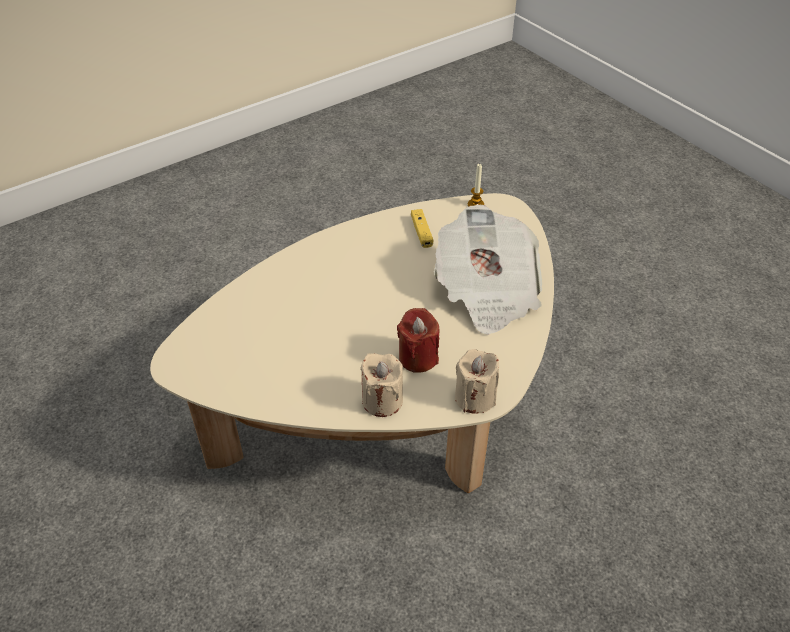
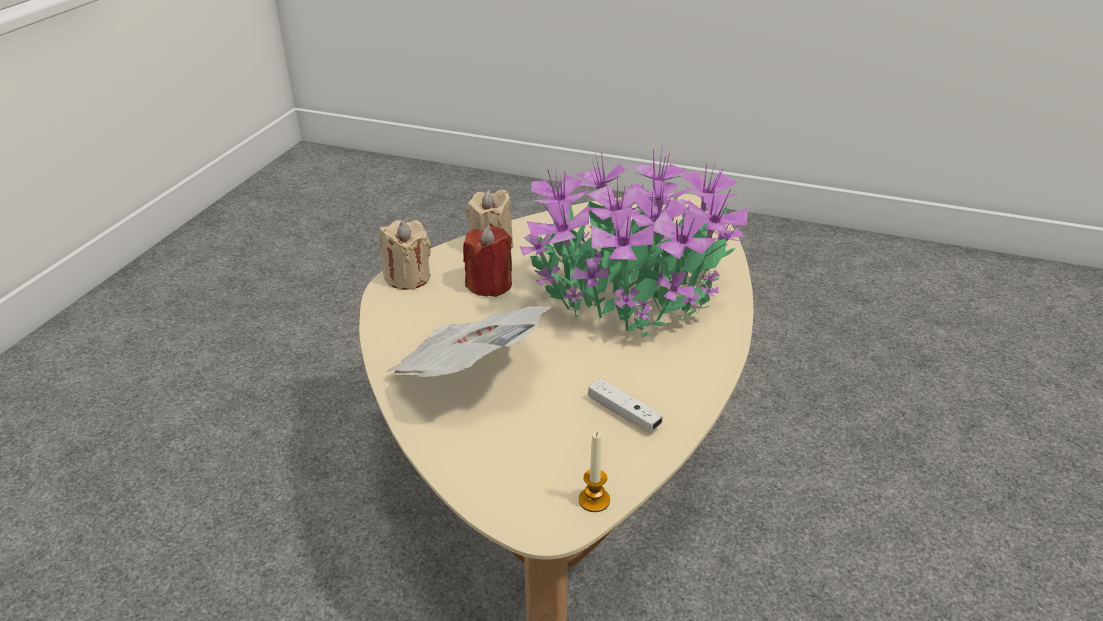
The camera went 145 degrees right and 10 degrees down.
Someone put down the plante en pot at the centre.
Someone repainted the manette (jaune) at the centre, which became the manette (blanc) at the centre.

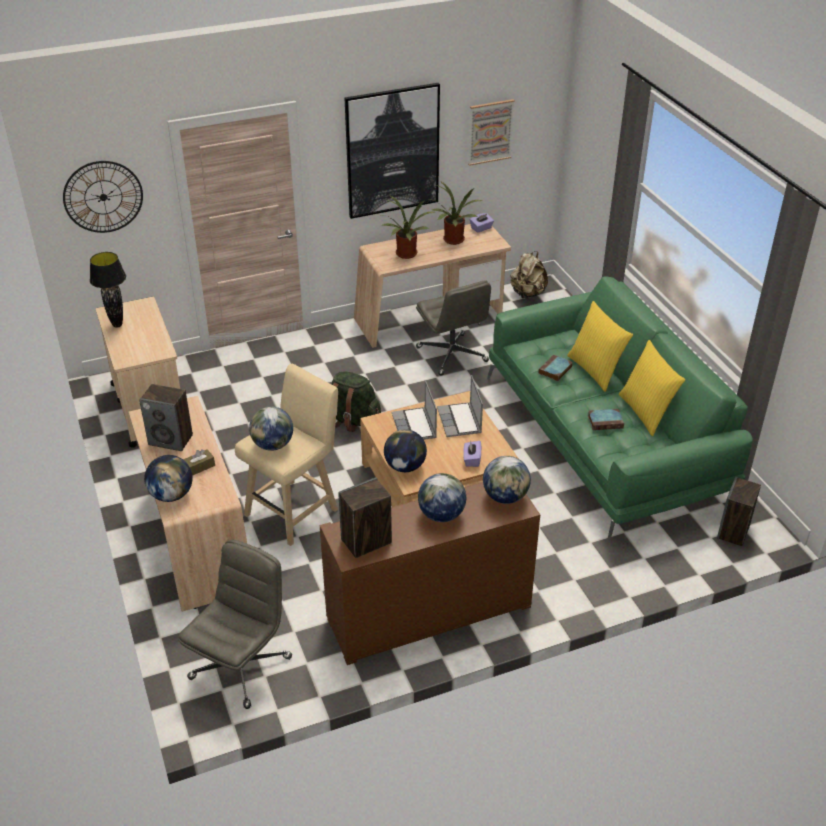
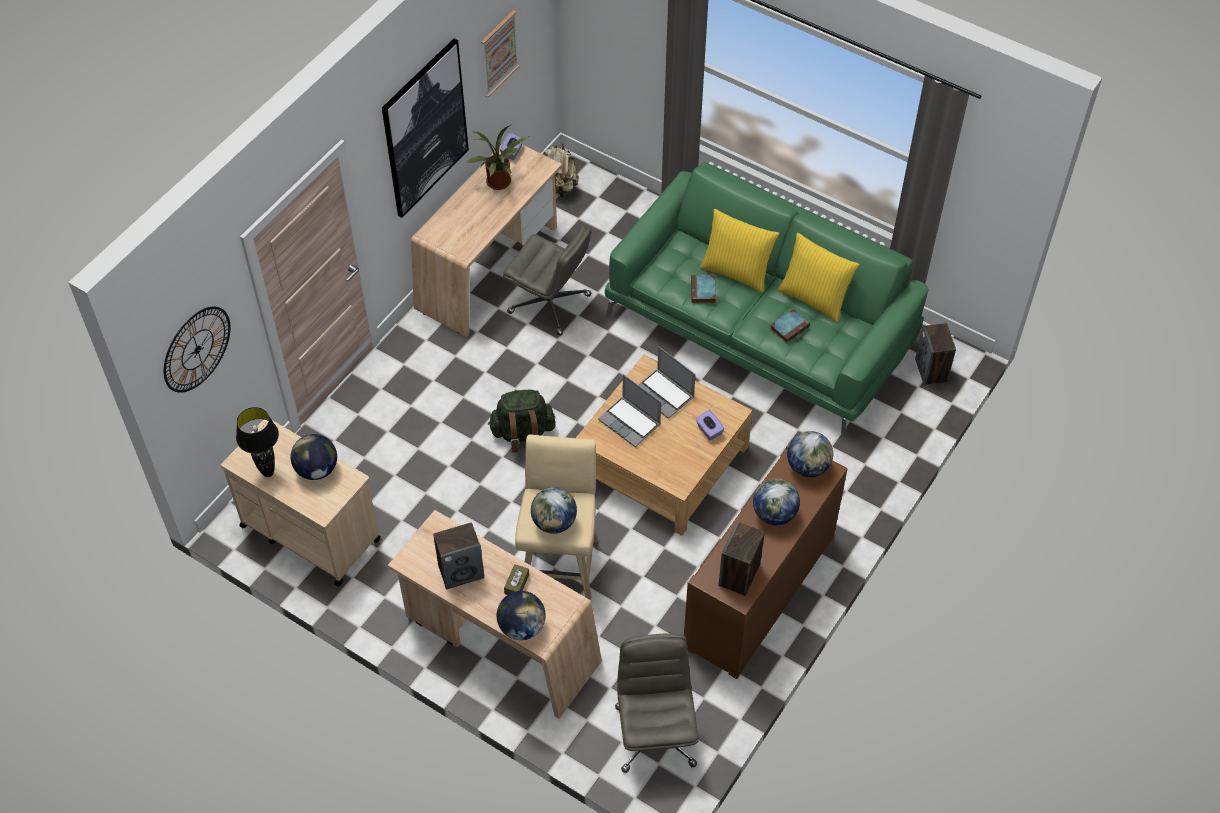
The camera went 35 degrees left and 15 degrees up.
Someone carried the globe (no. 3 from left in the first image) from the centre to the middle left.
Someone took away the plante en pot (no. 1 from left) at the top centre.

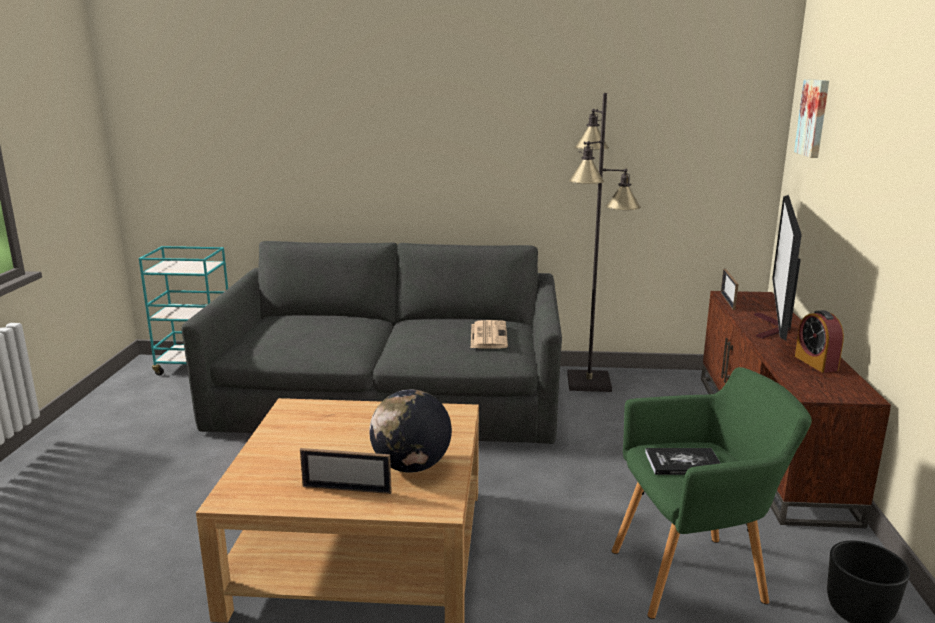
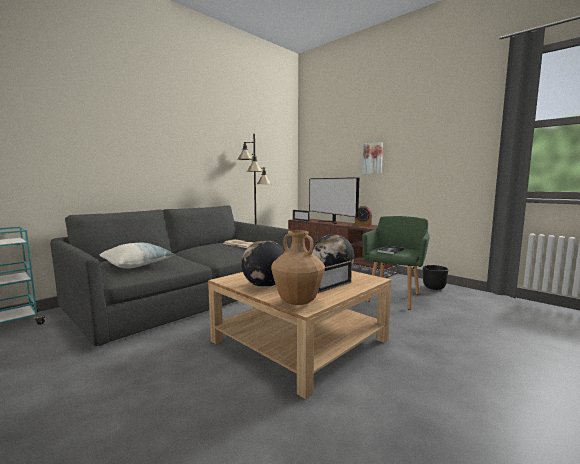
The camera went 50 degrees left and 10 degrees down.
Someone put down the coussin at the middle left.
Someone put down the globe (no. 1 from left) at the centre.
Someone put down the vase (marron) at the centre.
Someone carried the tableau from the top right to the centre.

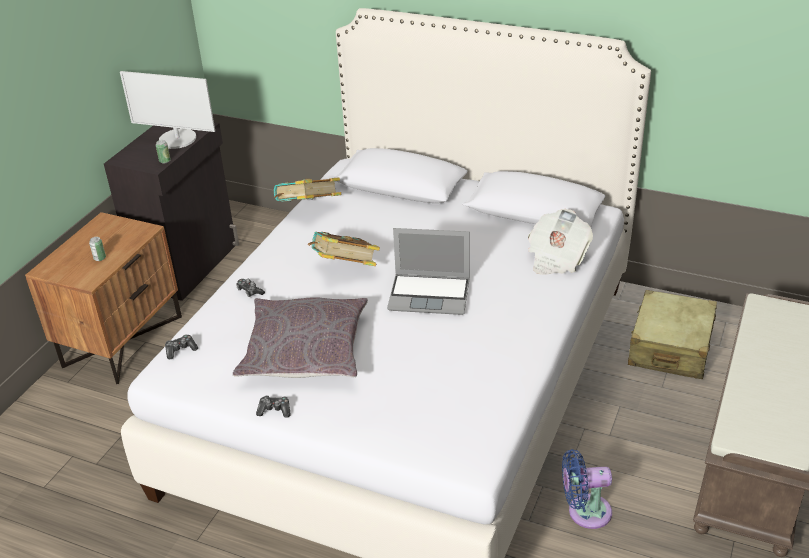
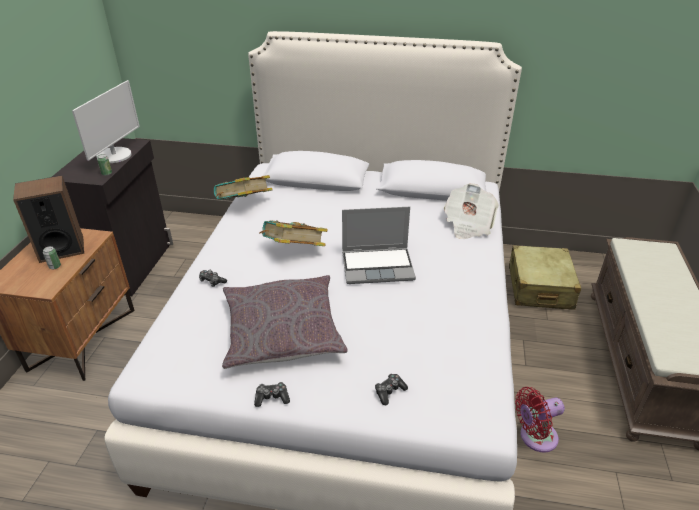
The camera went 15 degrees left and 0 degrees up.
Someone put down the enceinte at the middle left.
Someone rotated the écran d'ordinateur at the top left by 75 degrees counterclockwise.
Someone carried the manette (no. 1 from left in the first image) from the middle left to the bottom centre.
Someone repainted the ventilateur (bleu) at the bottom right, which became the ventilateur (rouge) at the bottom right.

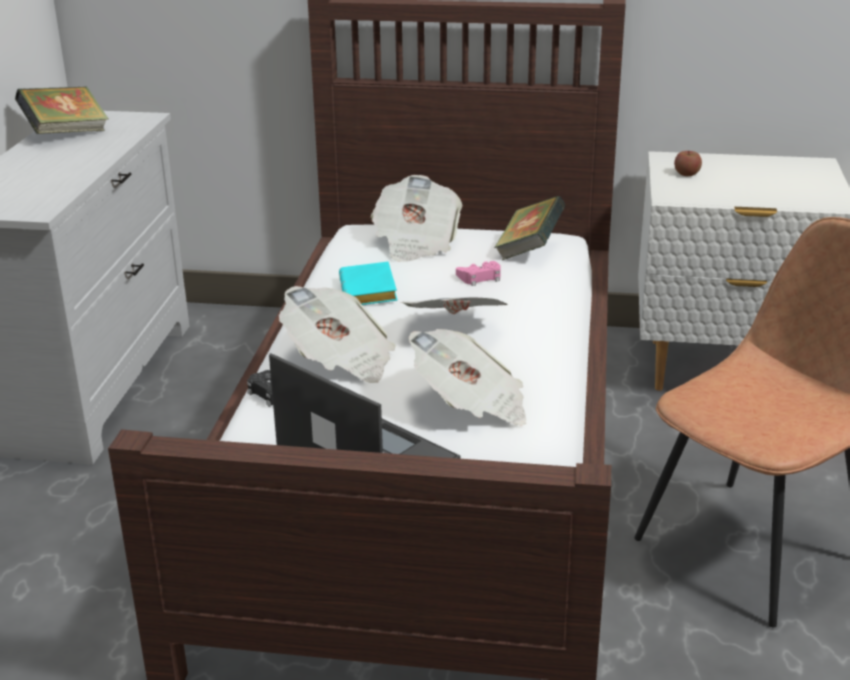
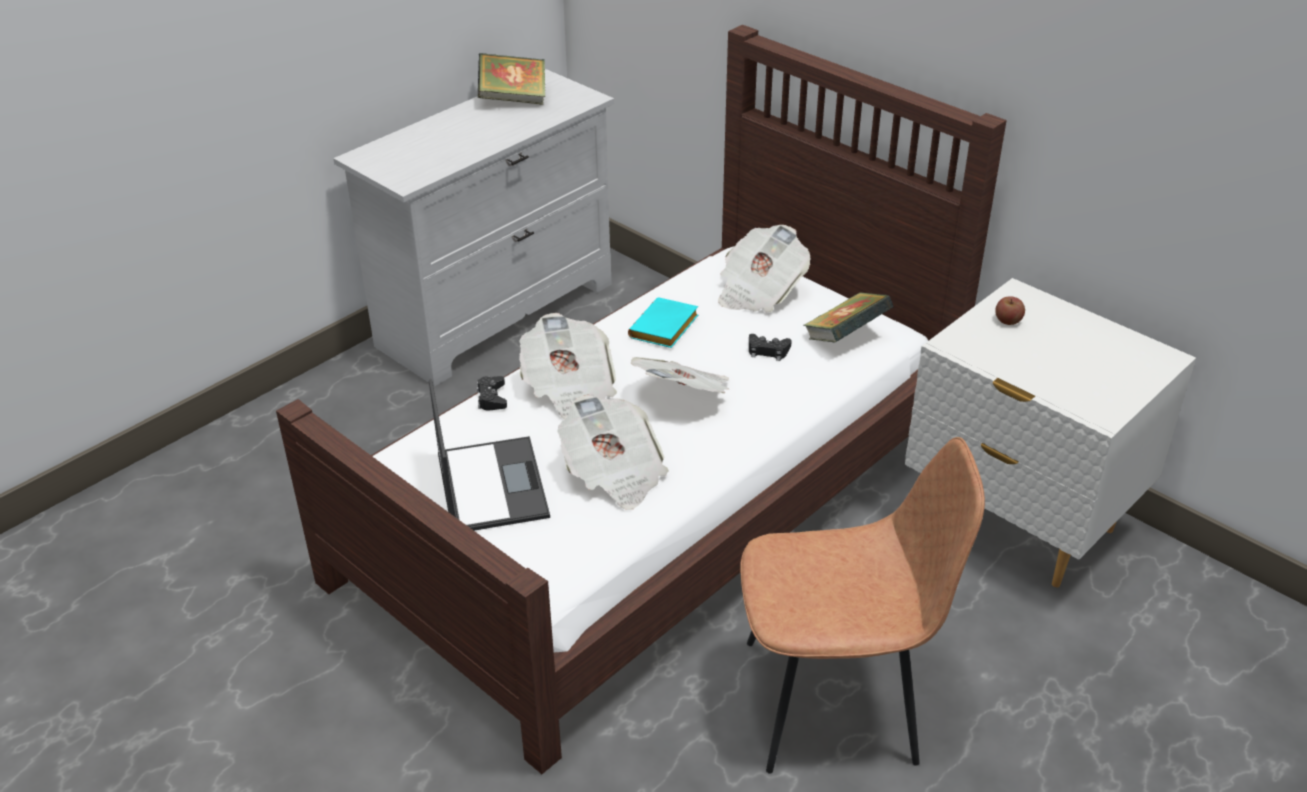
The camera went 35 degrees right and 10 degrees up.
Someone repainted the manette (rose) at the centre, which became the manette (noir) (no. 2 from left) at the centre.

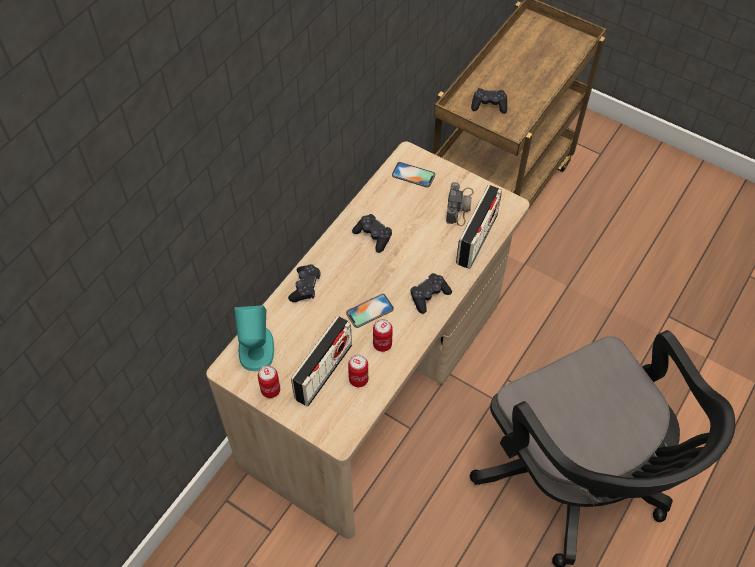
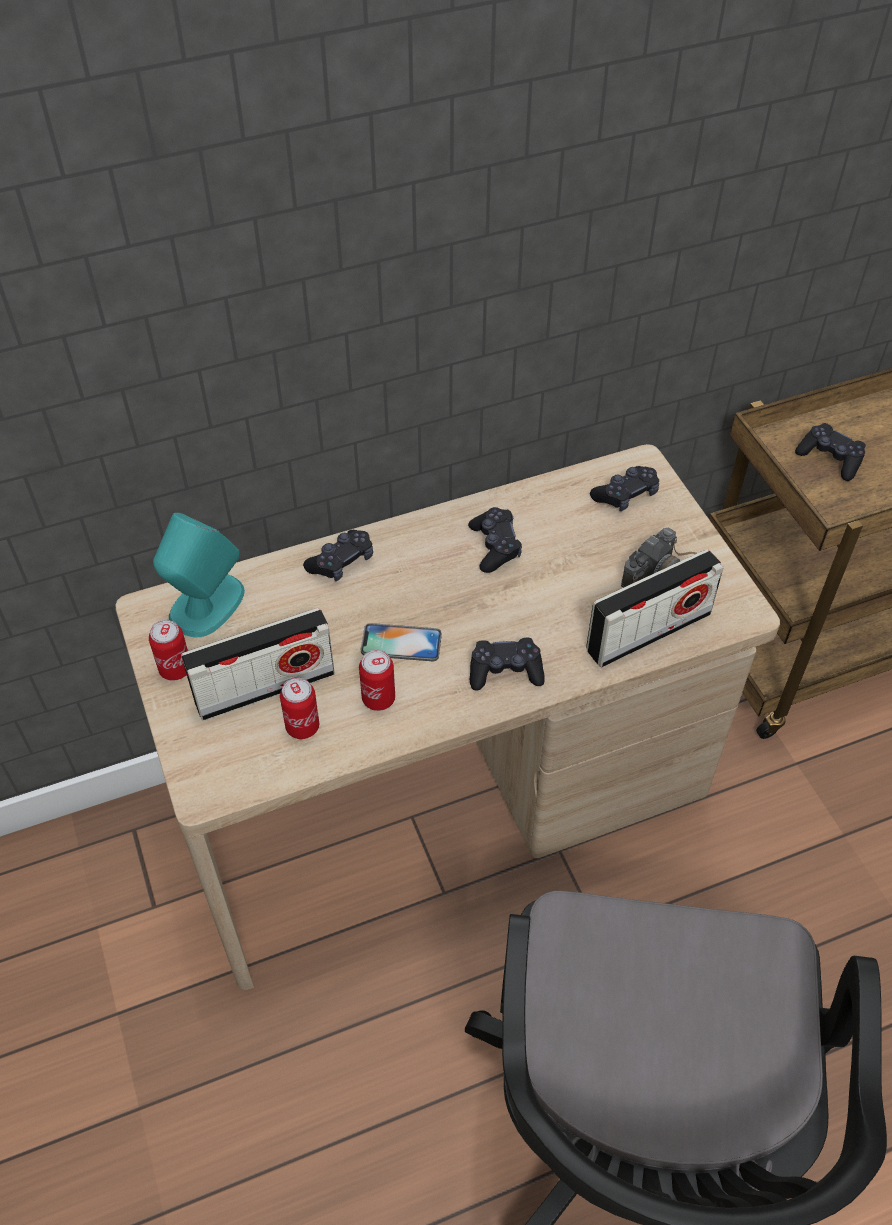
The camera went 35 degrees right and 5 degrees down.
Someone swapped the téléphone (no. 2 from left) at the top centre for the manette (noir) (no. 4 from left) at the middle right.

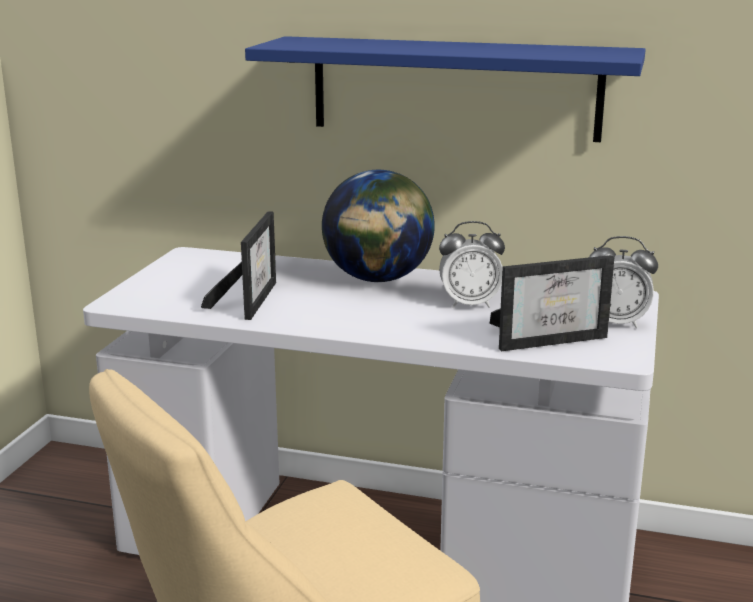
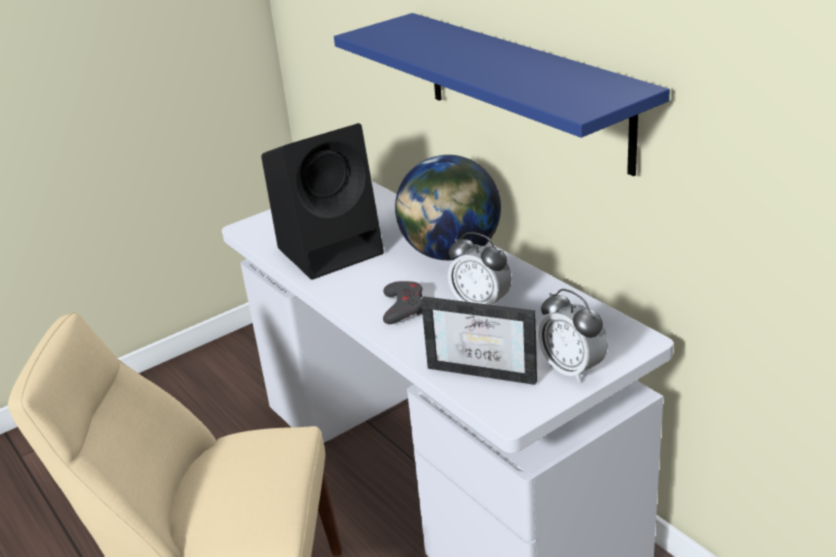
The camera went 40 degrees right and 10 degrees up.
Someone swapped the cadre photo (no. 1 from left) at the middle left for the enceinte (noir) at the centre.
Someone put down the manette (gris) at the centre.

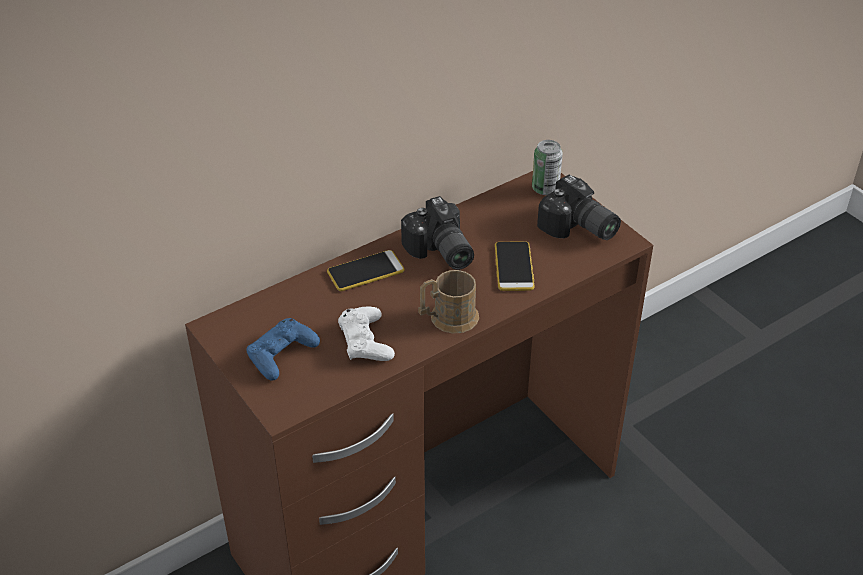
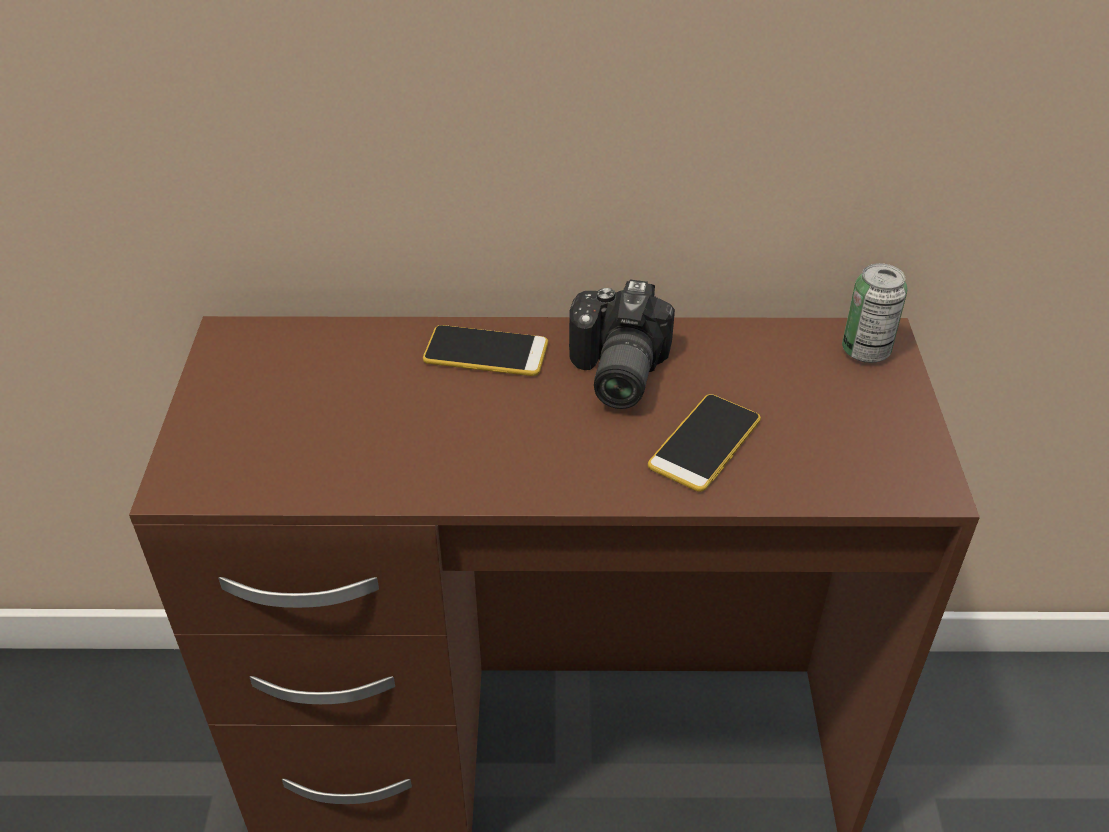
The camera went 35 degrees right and 0 degrees up.
Someone took away the manette (bleu) at the middle left.
Someone took away the manette (blanc) at the centre.
Someone took away the mug (marron) at the centre.
Someone took away the appareil photo (no. 2 from left) at the middle right.

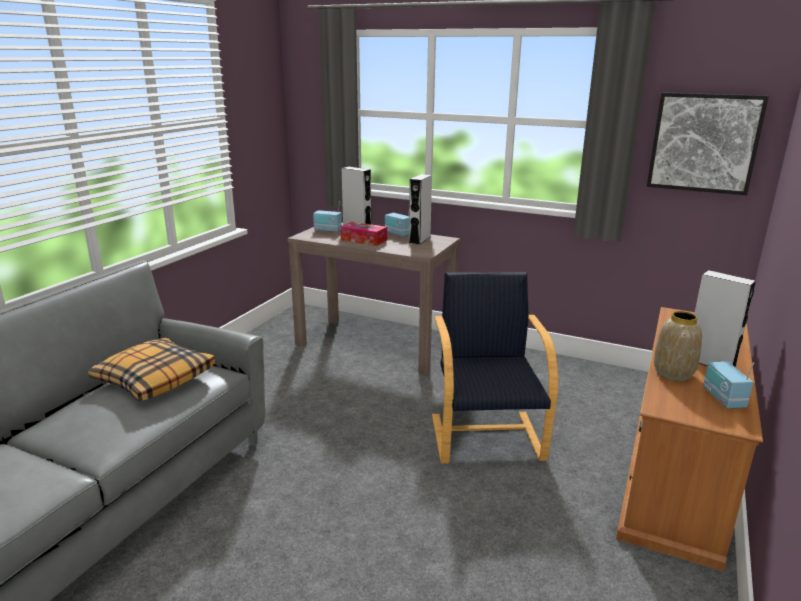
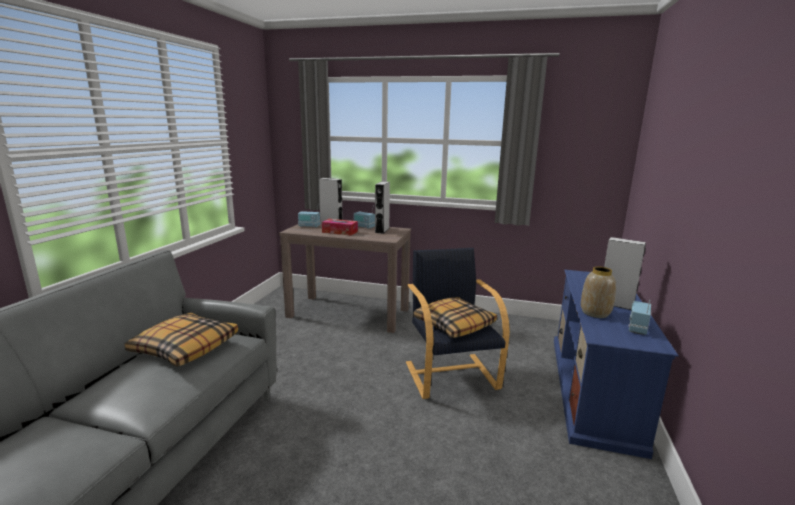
The camera went 10 degrees left and 5 degrees down.
Someone put down the coussin (no. 2 from left) at the centre.
Someone repainted the meuble télé (marron) at the bottom right, which became the meuble télé (bleu) at the bottom right.
Someone rotated the radio (no. 3 from left) at the middle right by 45 degrees clockwise.
Someone took away the tableau at the top right.

